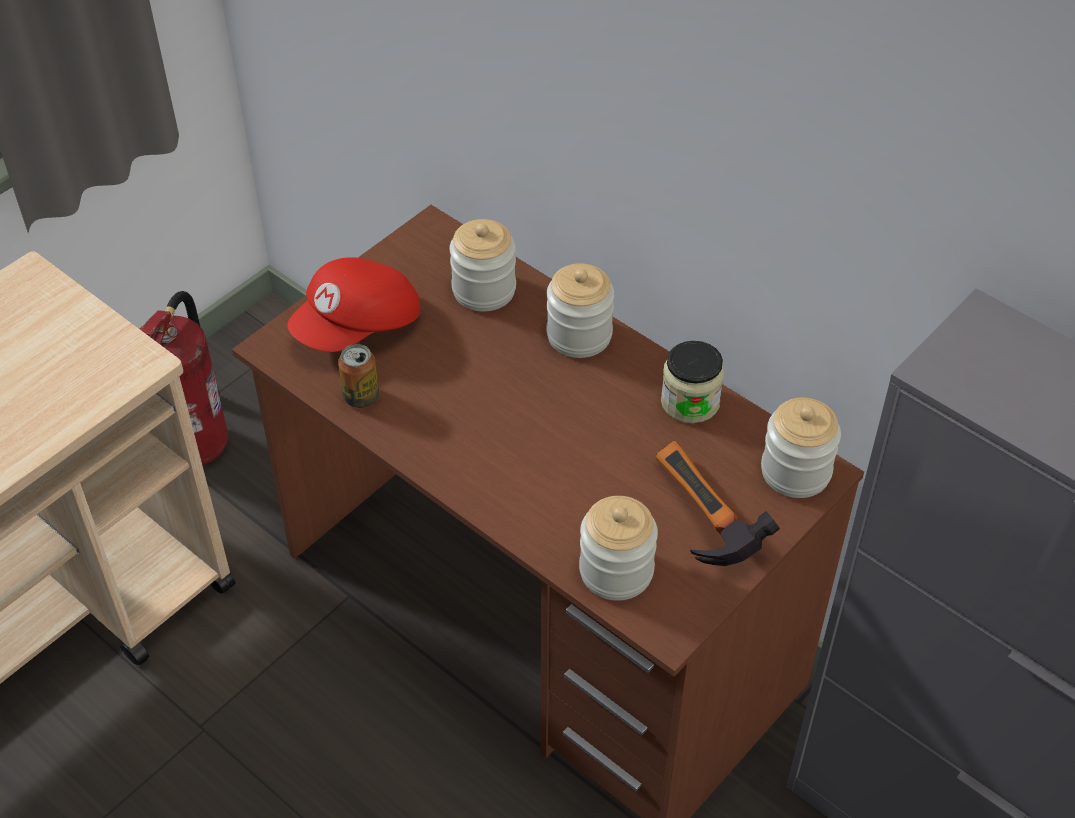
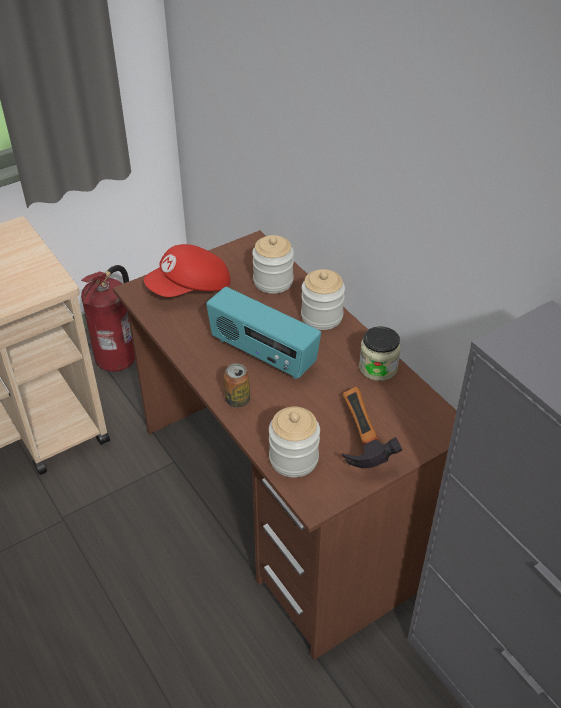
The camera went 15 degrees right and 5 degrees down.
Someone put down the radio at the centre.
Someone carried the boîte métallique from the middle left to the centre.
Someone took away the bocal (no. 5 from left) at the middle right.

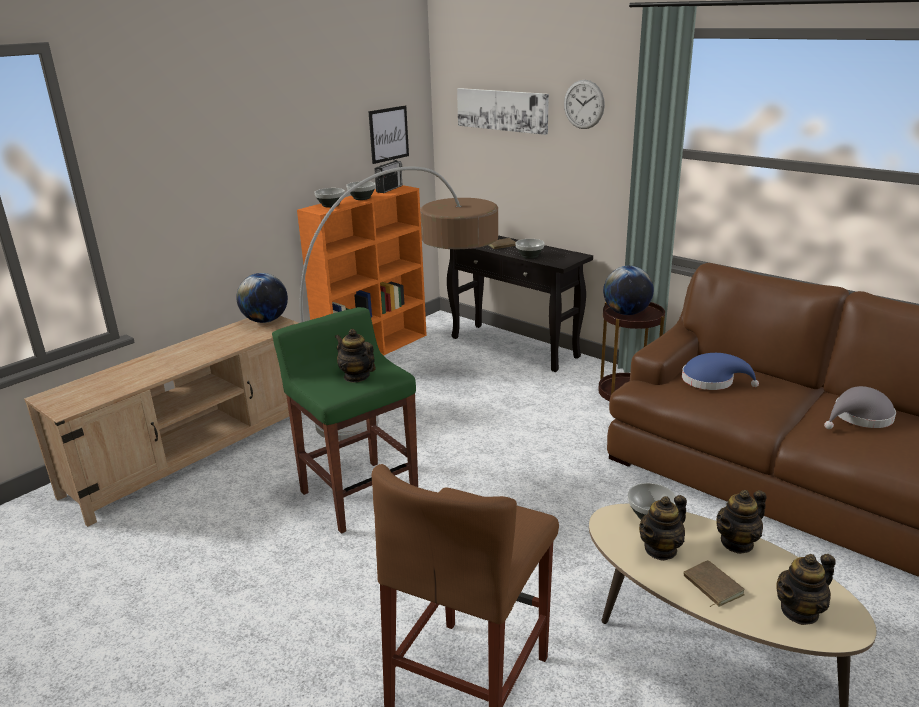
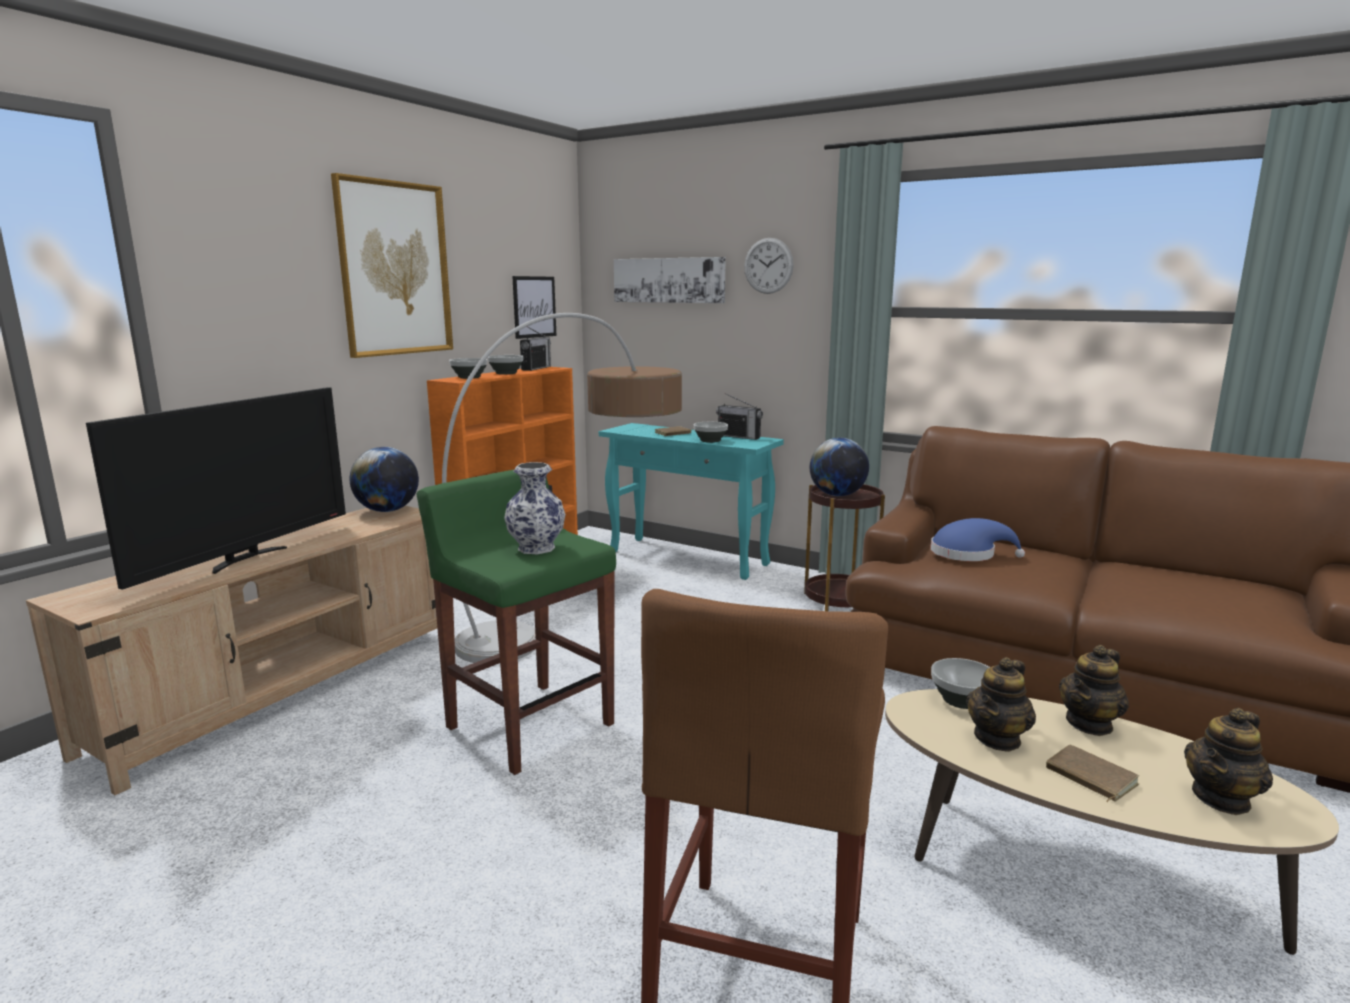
The camera went 10 degrees left and 10 degrees down.
Someone put down the téléviseur at the middle left.
Someone put up the tableau (no. 1 from left) at the top left.
Someone swapped the théière (no. 1 from left) at the centre for the vase at the centre.
Someone repainted the table console (noir) at the centre, which became the table console (turquoise) at the centre.
Someone put down the radio (no. 2 from left) at the centre.
Someone took away the chapeau (gris) at the middle right.

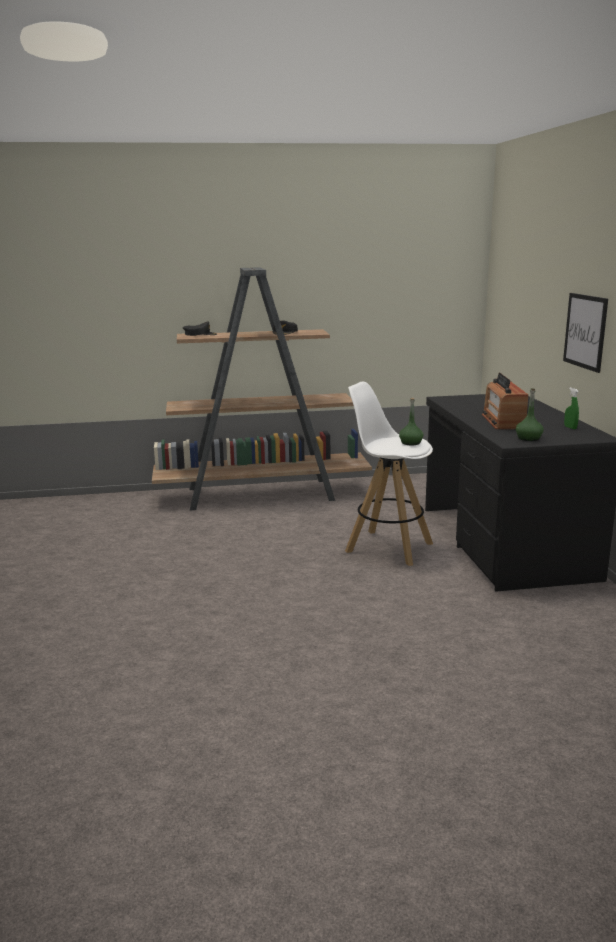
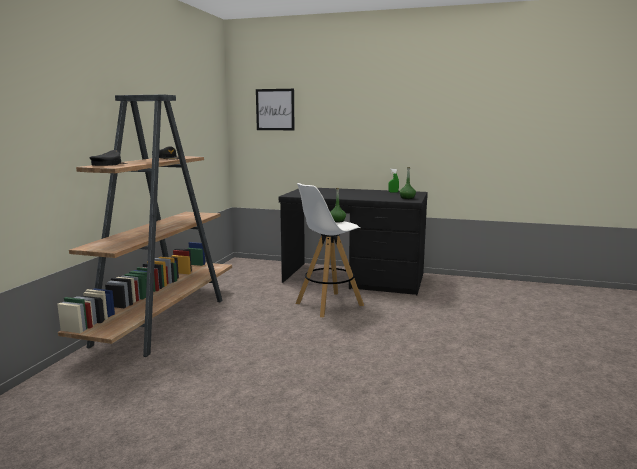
The camera went 65 degrees left and 5 degrees down.
Someone carried the tableau from the middle right to the top centre.
Someone took away the radio at the middle right.

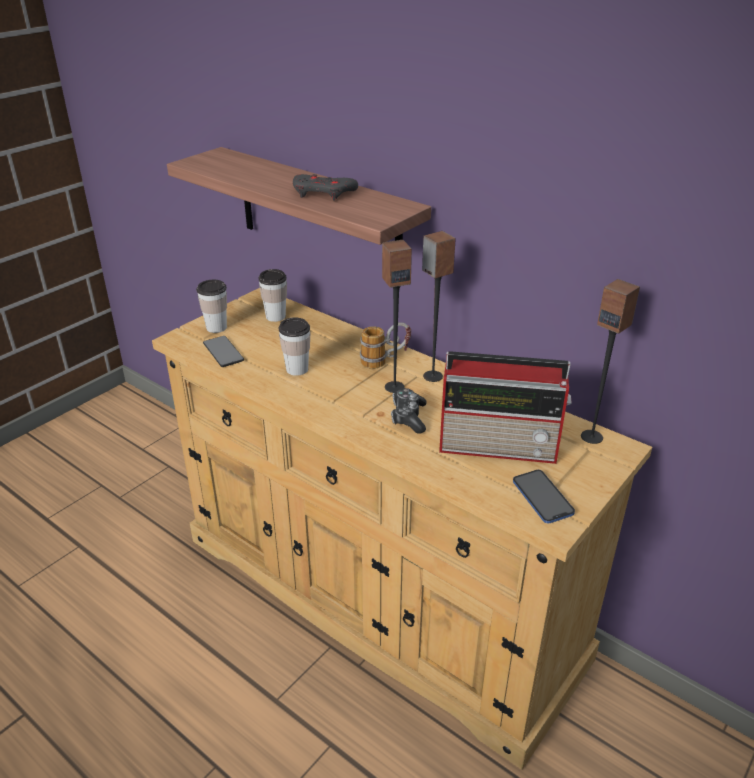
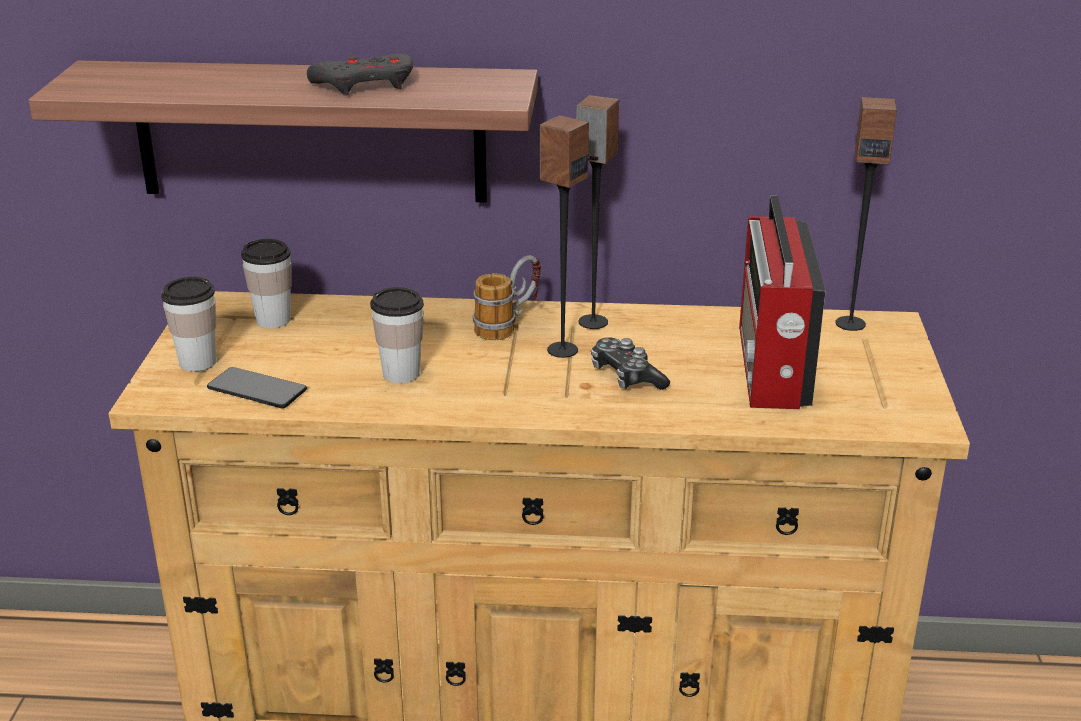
The camera went 35 degrees left and 5 degrees down.
Someone rotated the radio at the middle right by 120 degrees clockwise.
Someone took away the téléphone (no. 2 from left) at the middle right.

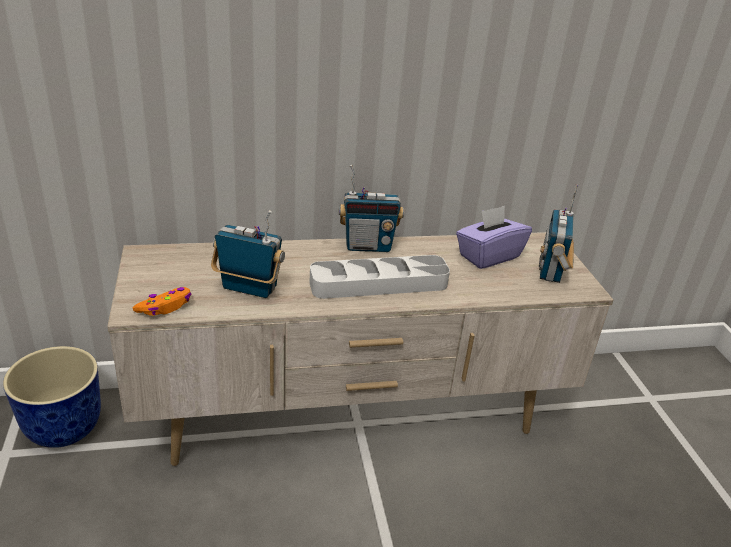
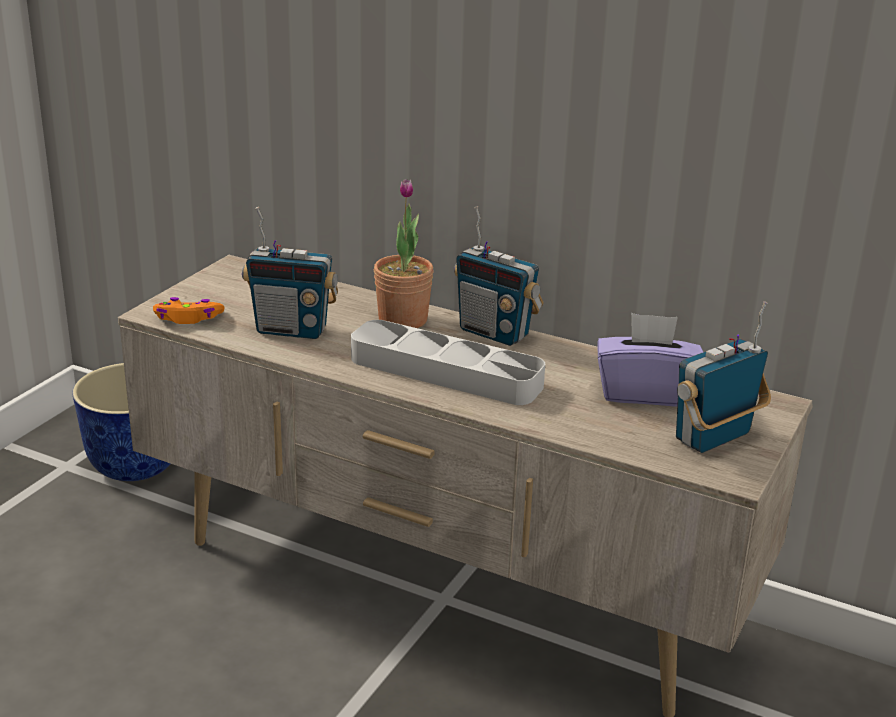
The camera went 40 degrees right and 5 degrees down.
Someone rotated the radio (no. 1 from left) at the centre by 135 degrees clockwise.
Someone put down the plante en pot at the centre.

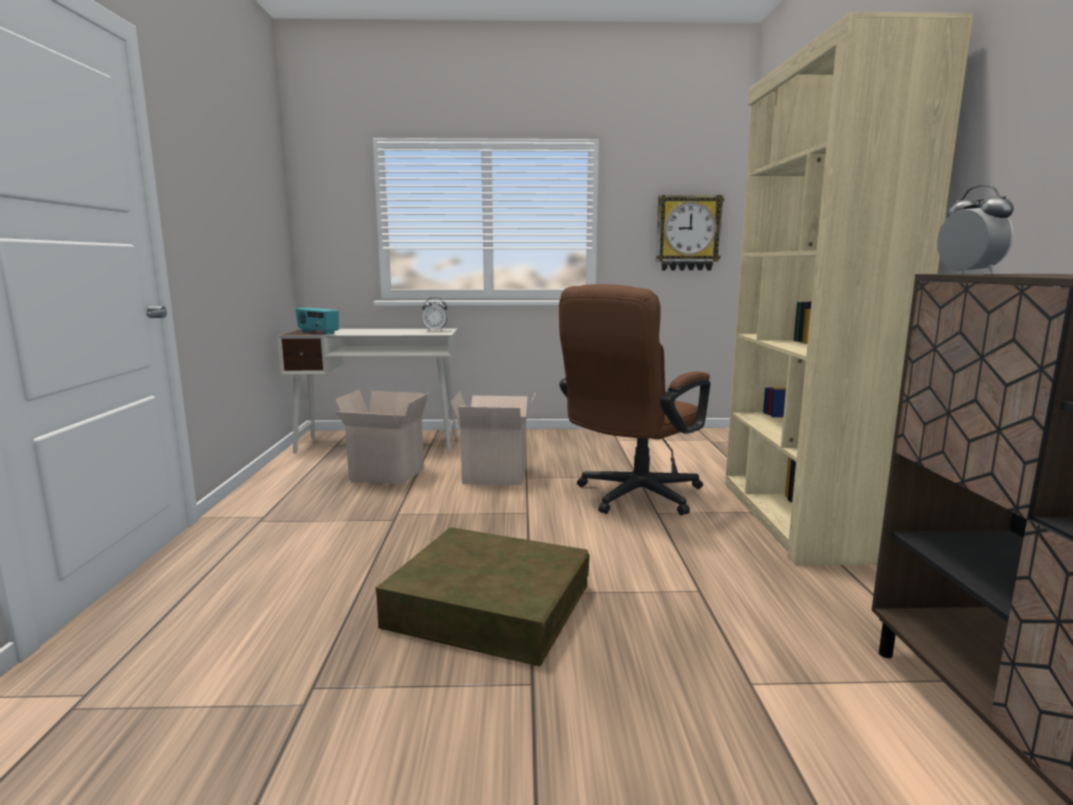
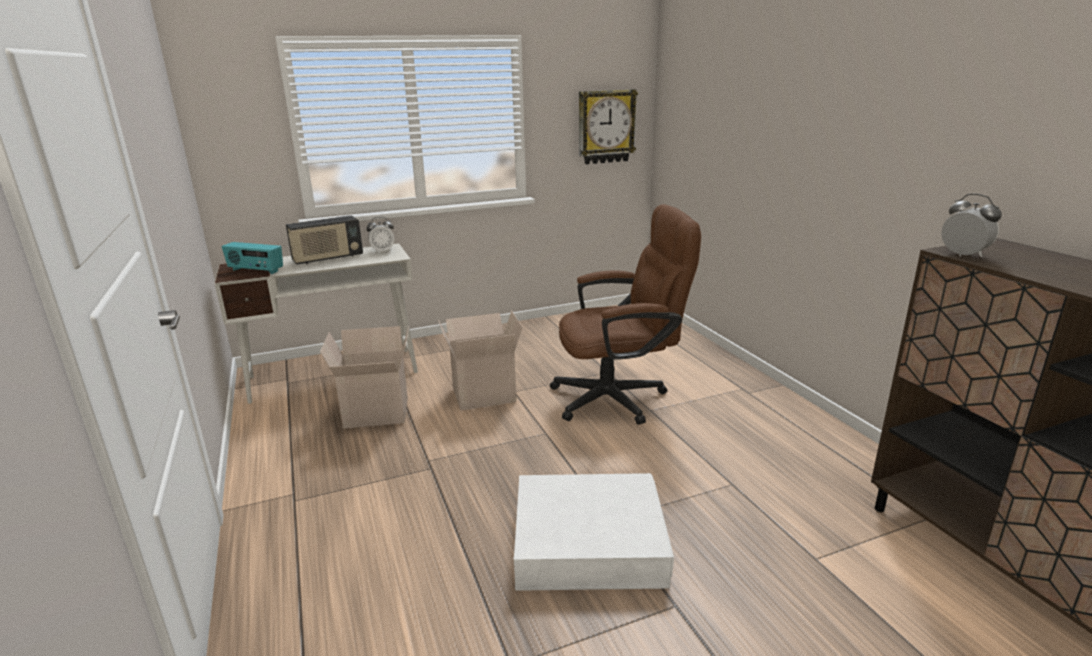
The camera went 20 degrees left and 10 degrees up.
Someone put down the radio (no. 2 from left) at the middle left.
Someone repainted the boîte de rangement (marron) at the bottom centre, which became the boîte de rangement (blanc) at the bottom centre.
Someone rotated the chaise de bureau (marron) at the centre by 120 degrees counterclockwise.
Someone took away the bibliothèque (beige) at the middle right.

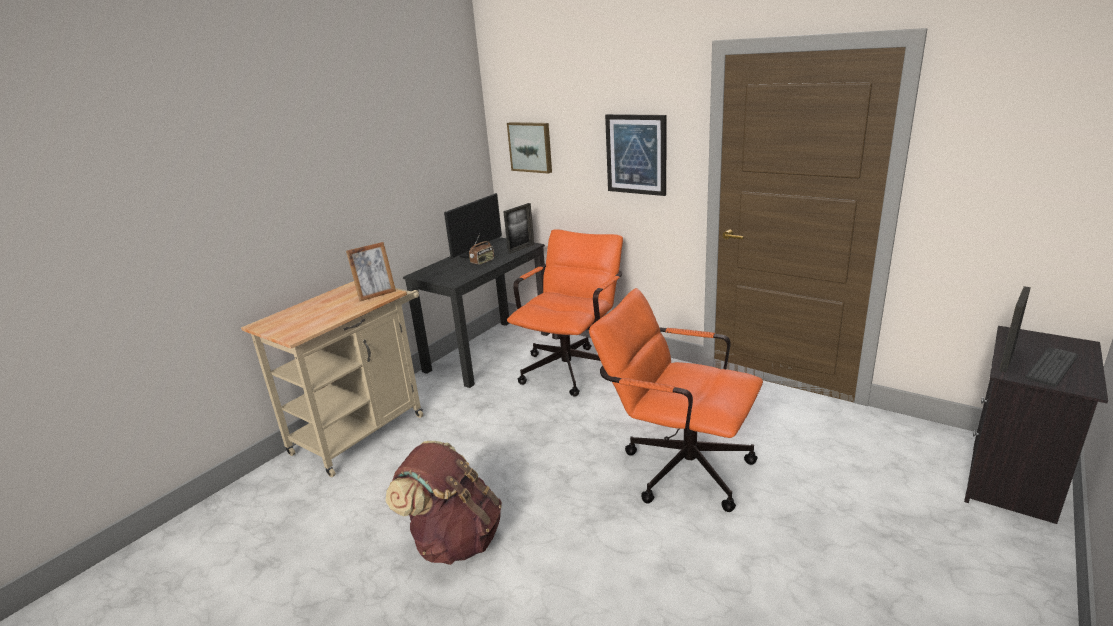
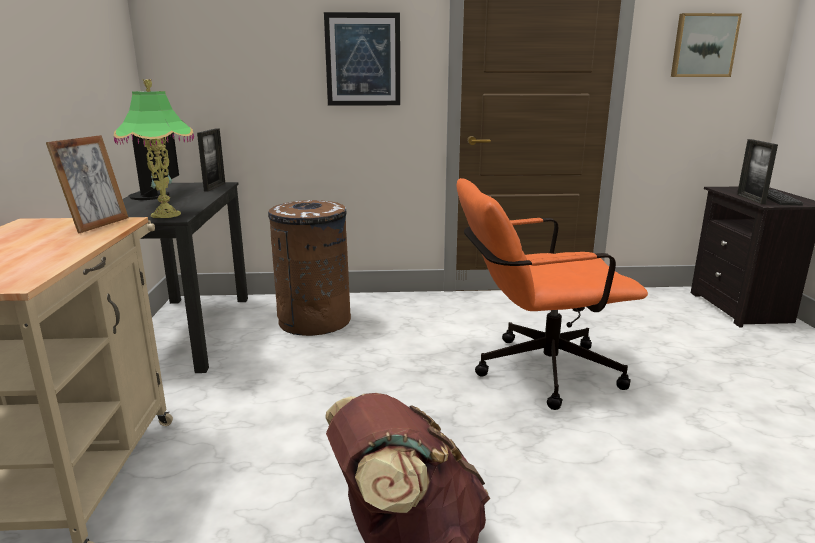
The camera went 40 degrees left and 5 degrees down.
Someone put down the lampe de table at the top left.
Someone swapped the chaise de bureau (orange) (no. 1 from left) at the centre for the poubelle (marron) at the centre.
Someone carried the tableau (no. 1 from left in the first image) from the top centre to the top right.
Someone took away the radio at the centre.

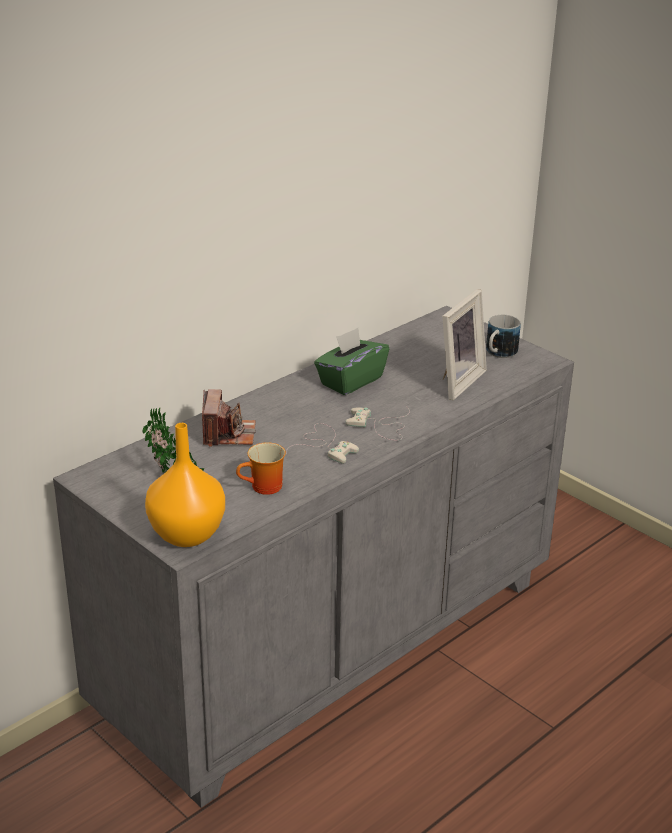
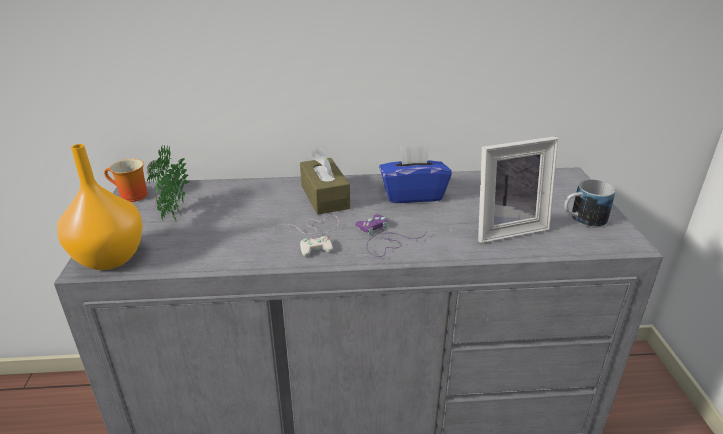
The camera went 40 degrees right and 0 degrees up.
Someone carried the mug (no. 1 from left) from the centre to the middle left.
Someone put down the boîte à mouchoirs (marron) at the centre.
Someone repainted the manette (blanc) (no. 2 from left) at the centre, which became the manette (violet) at the centre.
Someone repainted the boîte à mouchoirs (vert) at the centre, which became the boîte à mouchoirs (bleu) at the centre.
Someone took away the appareil photo at the centre.

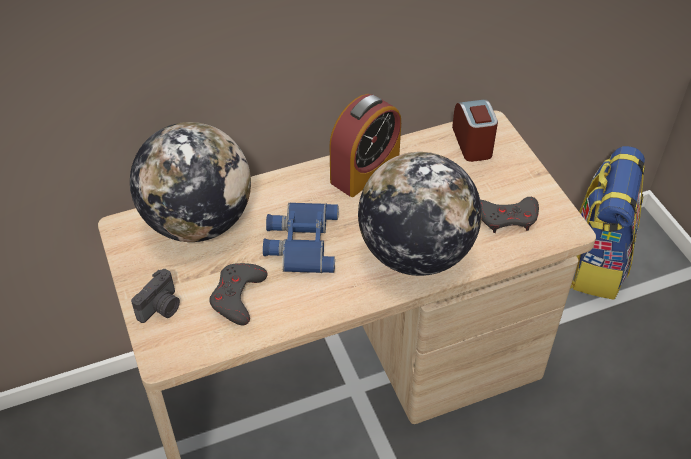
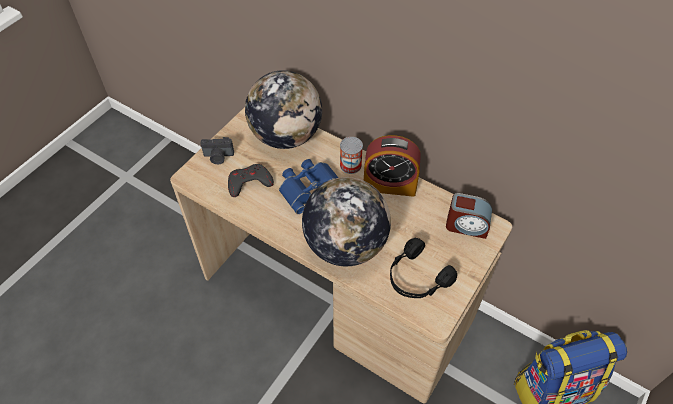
The camera went 55 degrees right and 5 degrees up.
Someone put down the boîte métallique at the centre.
Someone swapped the manette (gris) (no. 2 from left) at the middle right for the casque audio (noir) at the centre.
Someone rotated the réveil (no. 2 from left) at the top right by 60 degrees clockwise.

